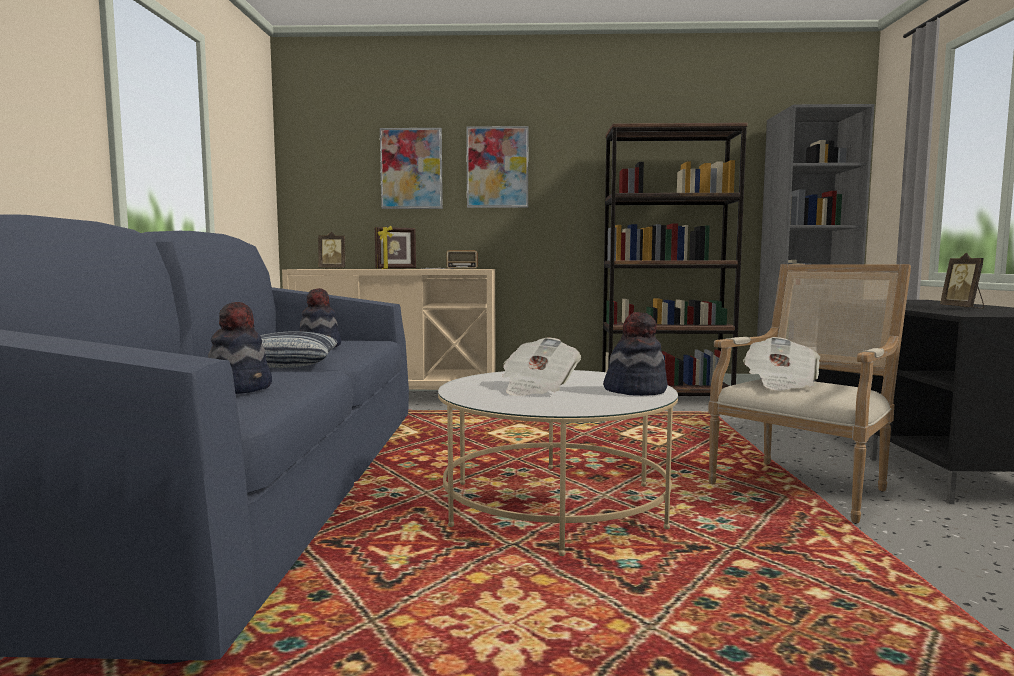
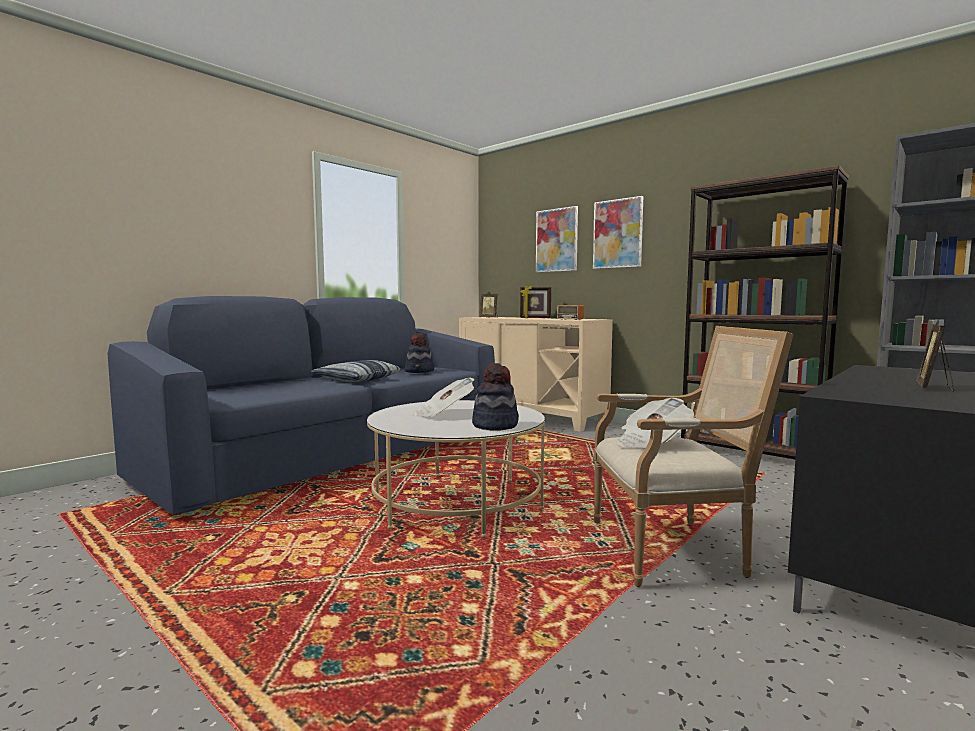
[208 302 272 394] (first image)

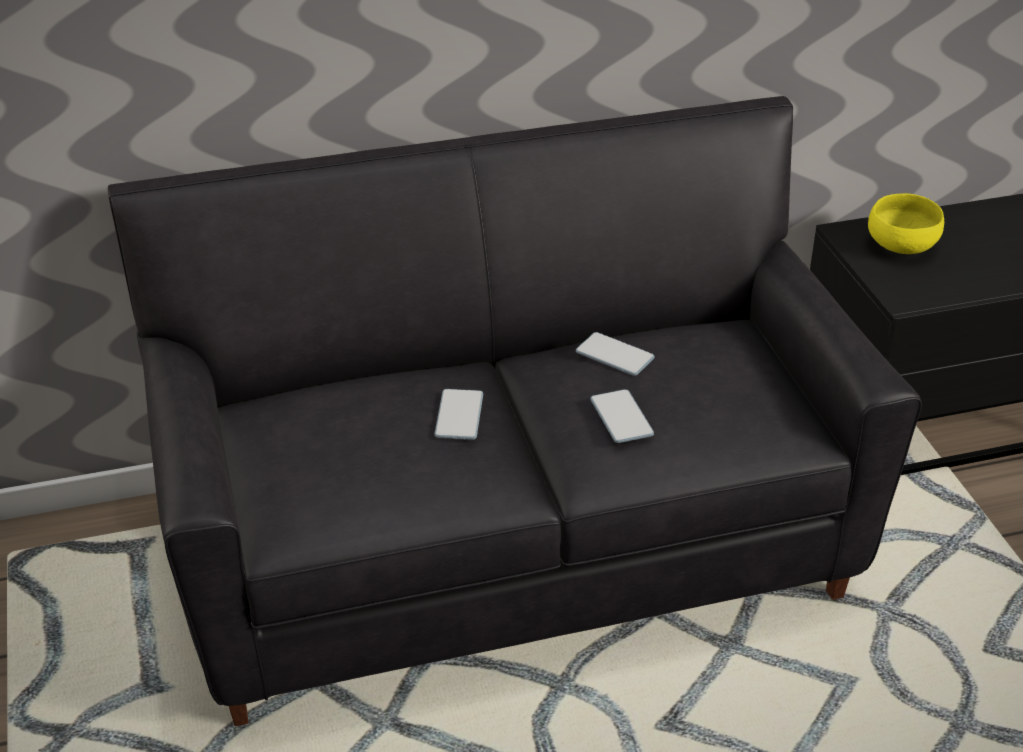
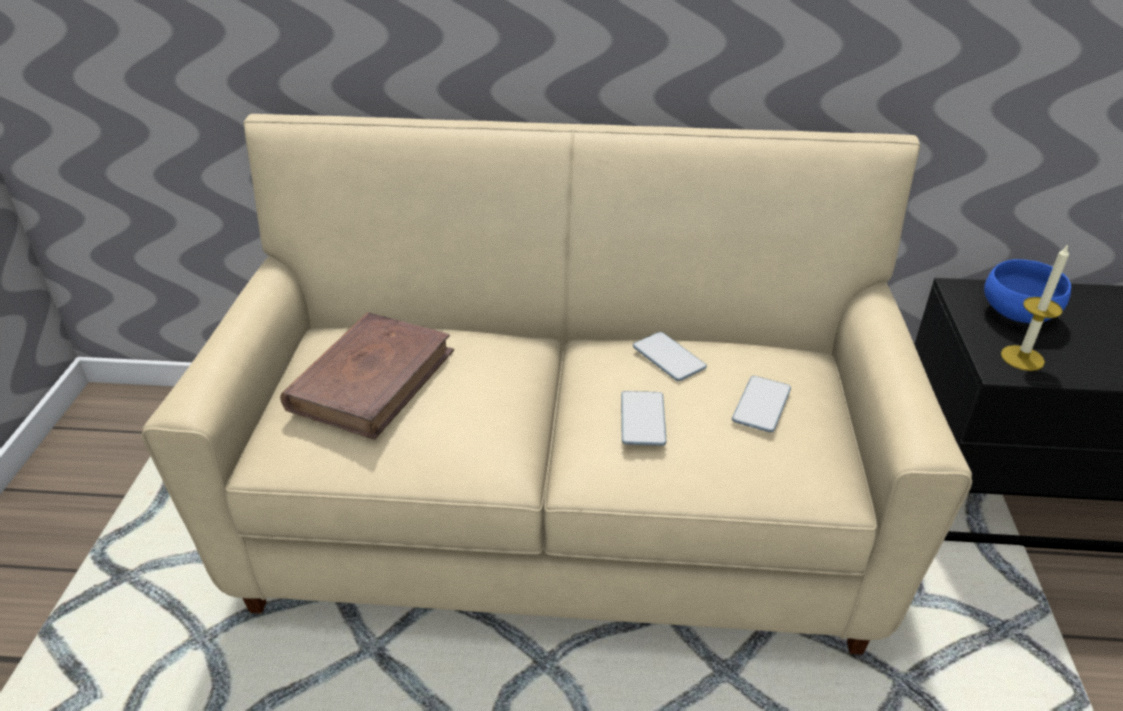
[280 312 454 440]
[1001 244 1069 371]
[732 376 791 432]
[141 114 972 655]
[984 259 1071 323]

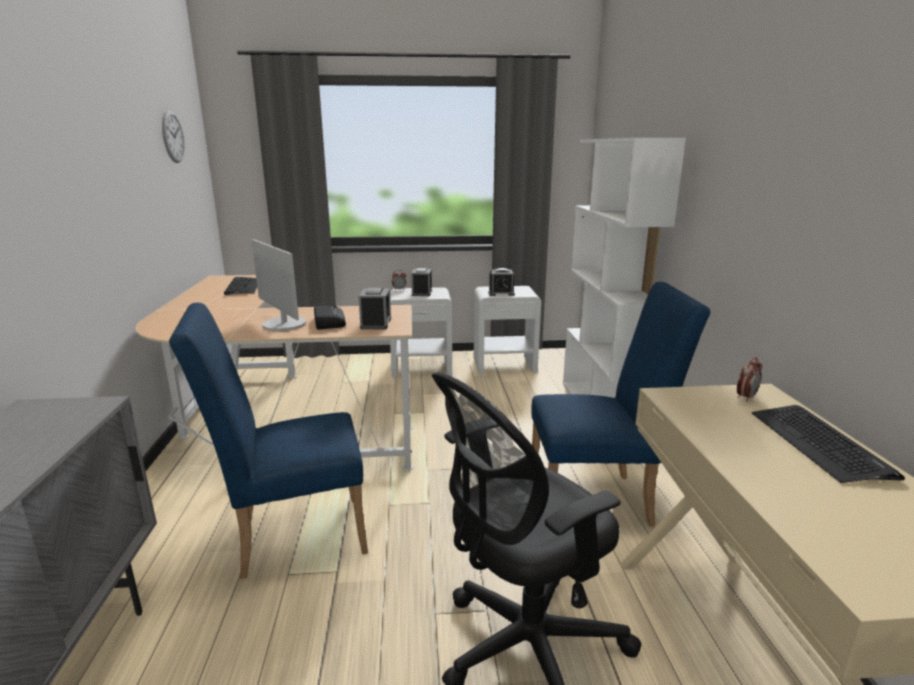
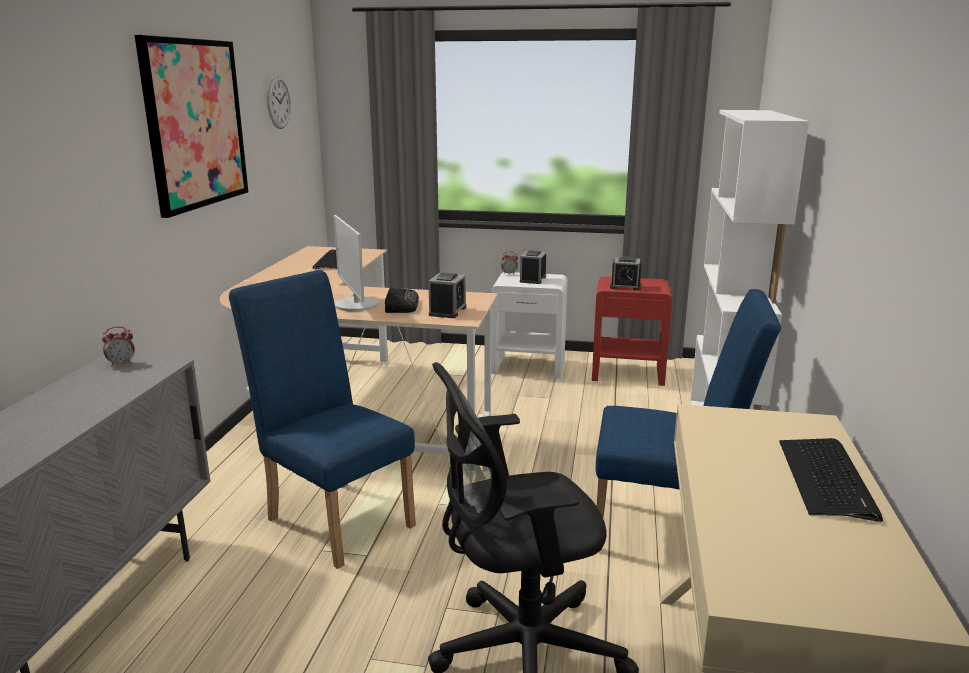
[135 35 249 218]
[102 326 135 367]
[592 277 672 386]
[229 270 416 569]

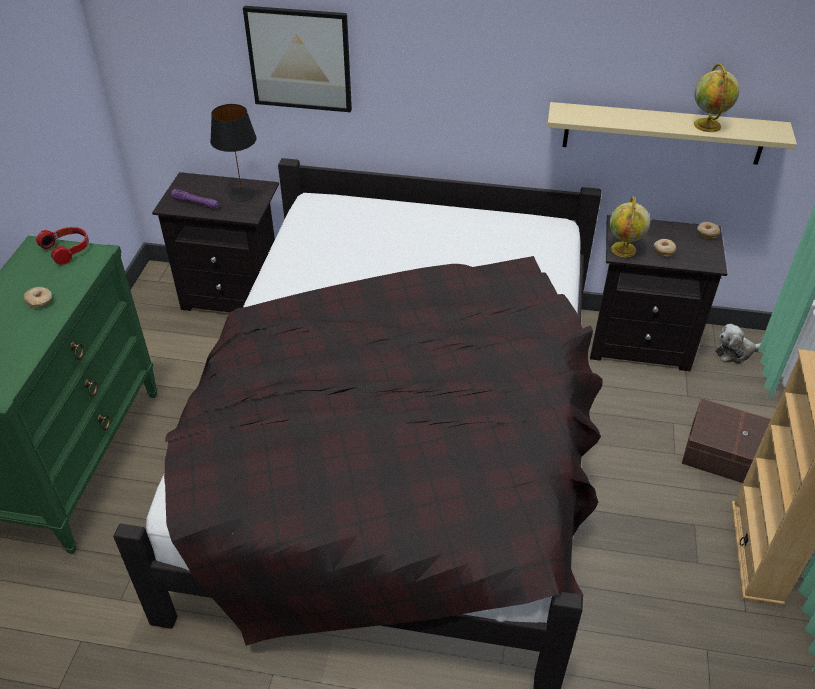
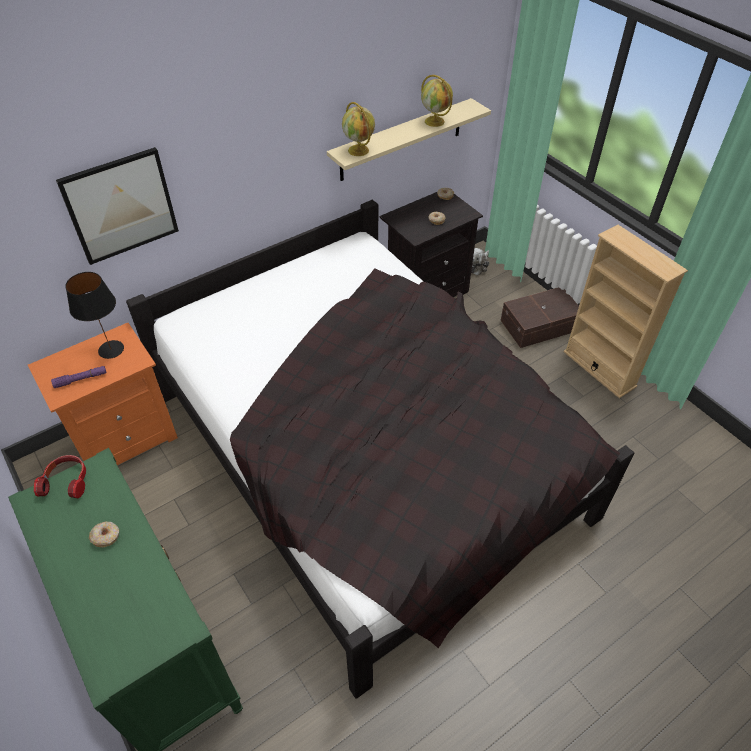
[342 102 375 156]
[28 323 178 465]

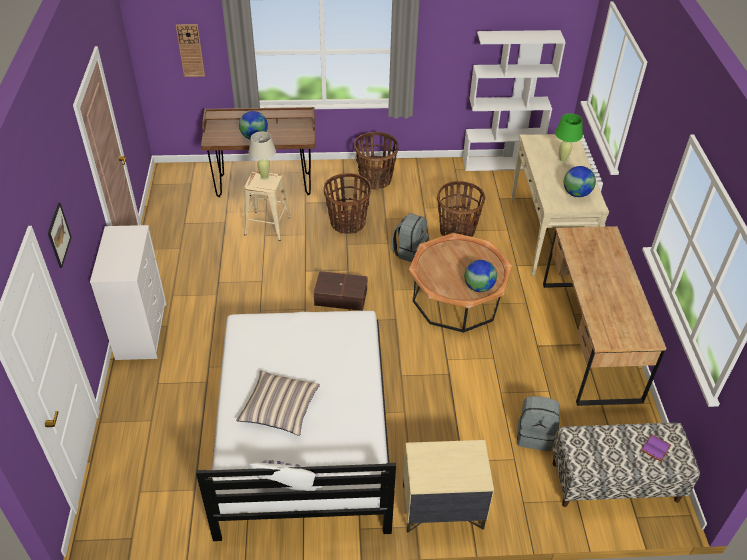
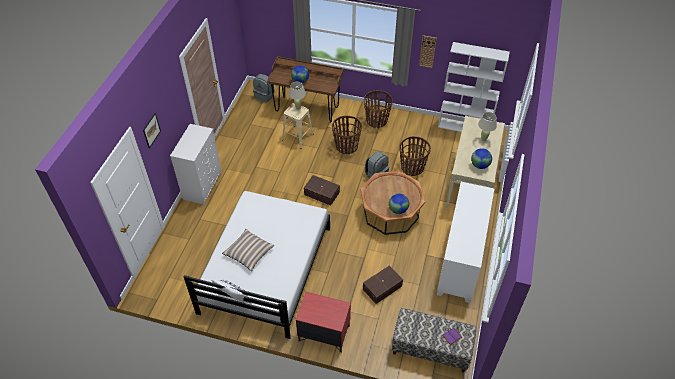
[363 265 403 304]
[419 35 437 68]
[253 74 275 103]
[437 182 494 303]
[296 292 351 353]
[478 112 497 142]

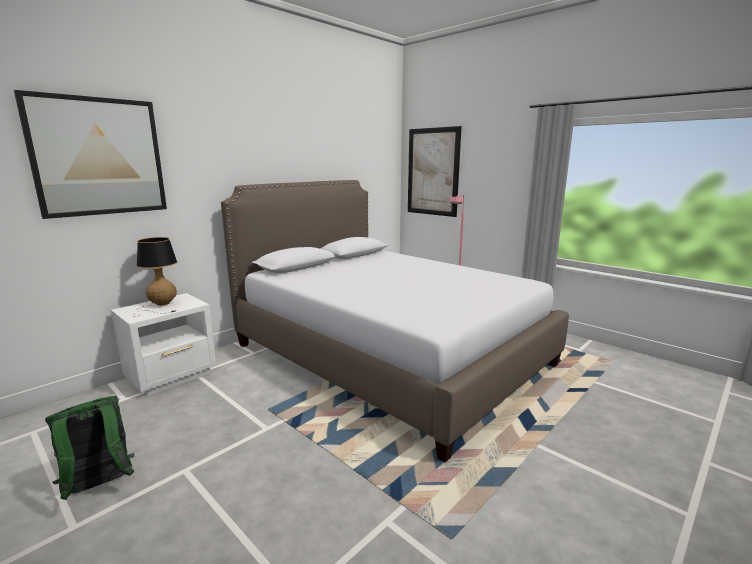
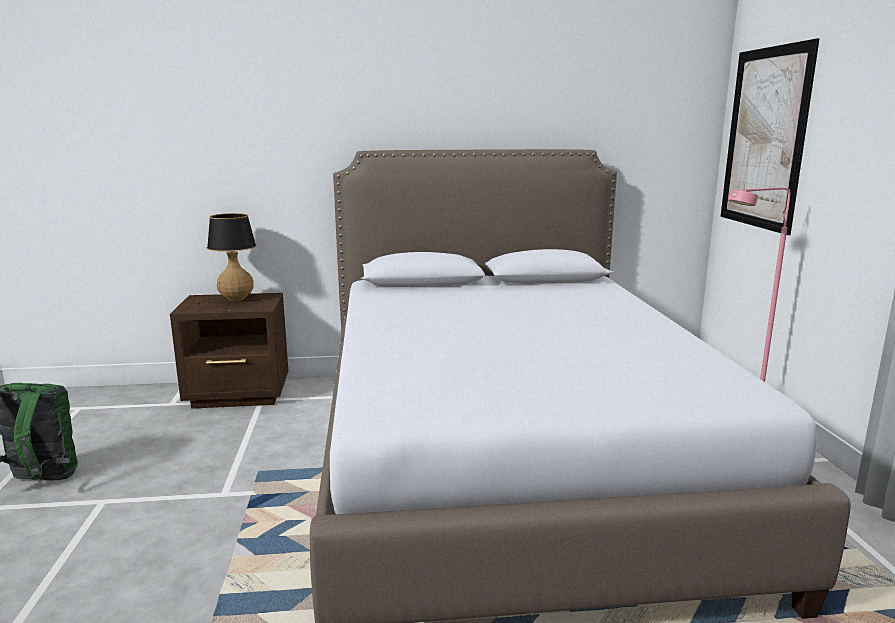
[14 90 167 219] (first image)
[170 293 288 409]

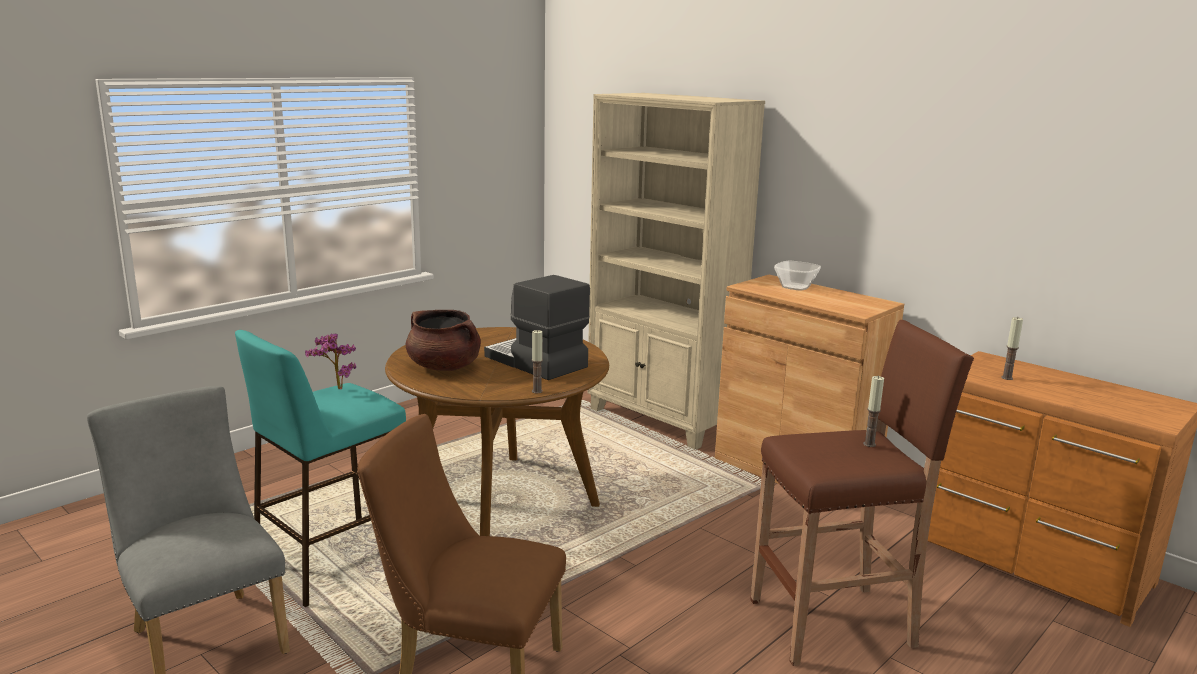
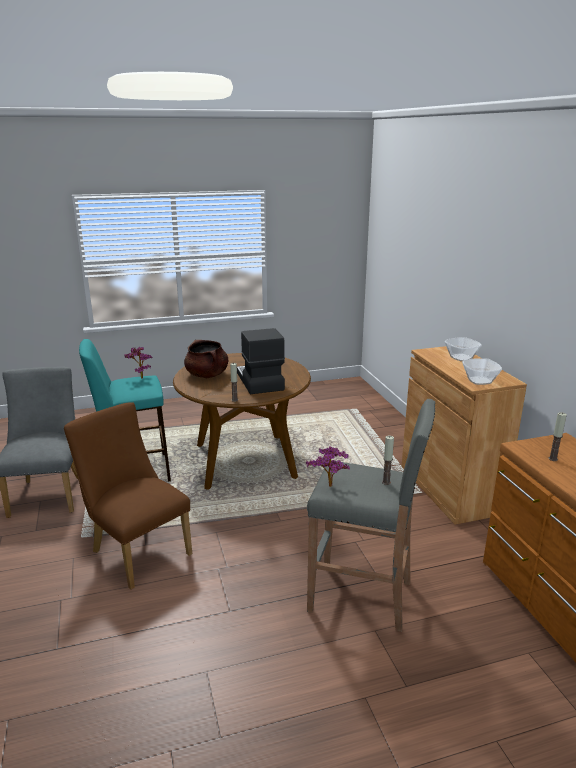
[587 93 765 450] (first image)
[306 446 350 487]
[462 358 502 385]
[307 399 436 632]

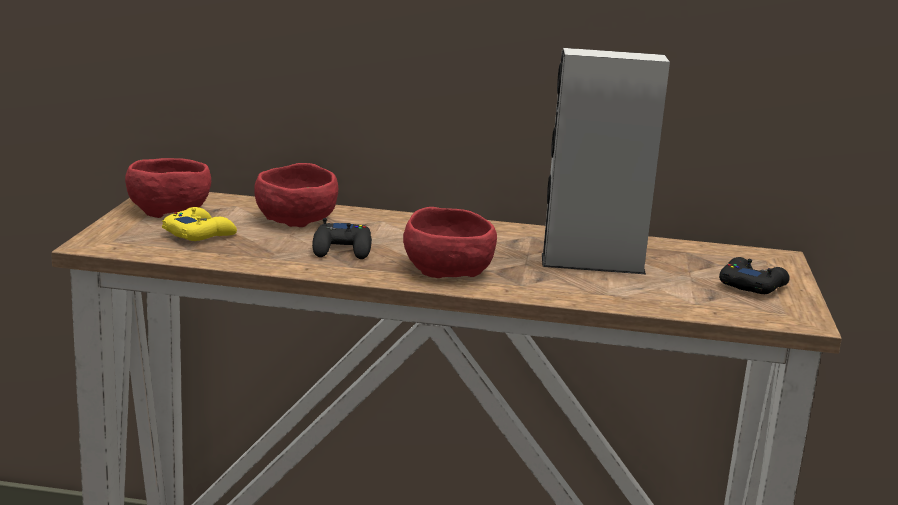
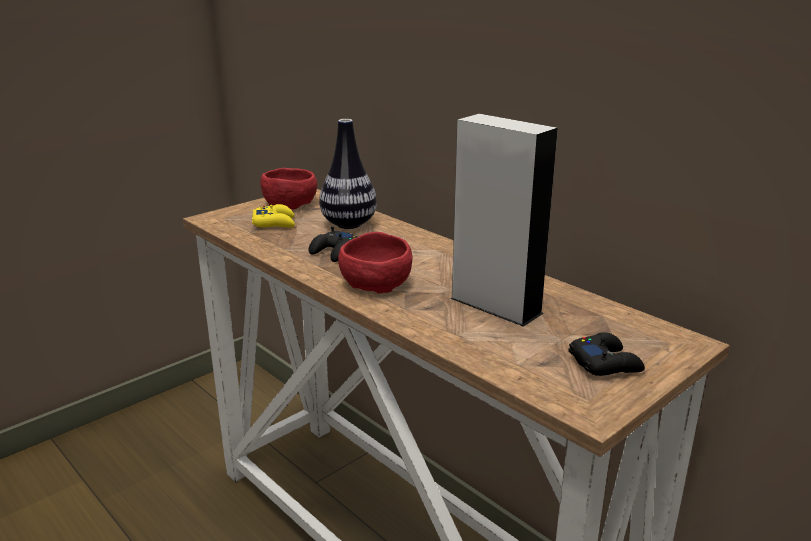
[319 119 377 229]

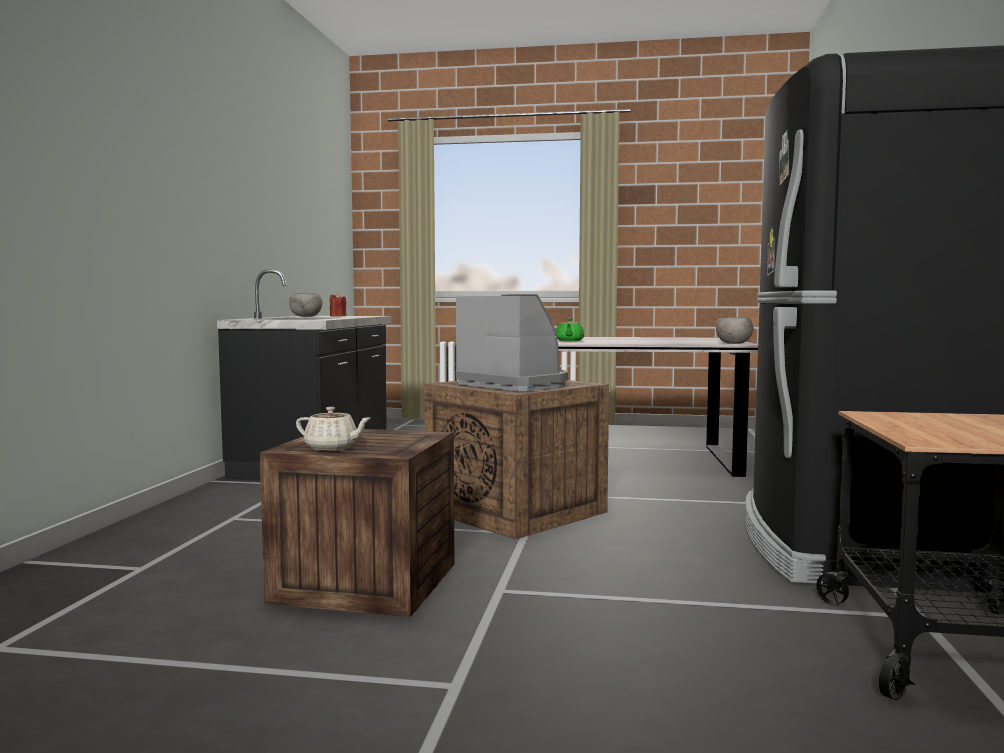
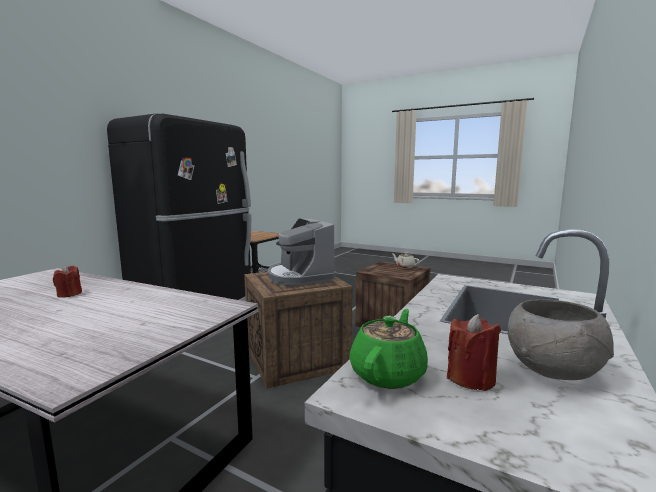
[716 317 753 344] (first image)
[53 265 82 298]
[349 309 428 389]

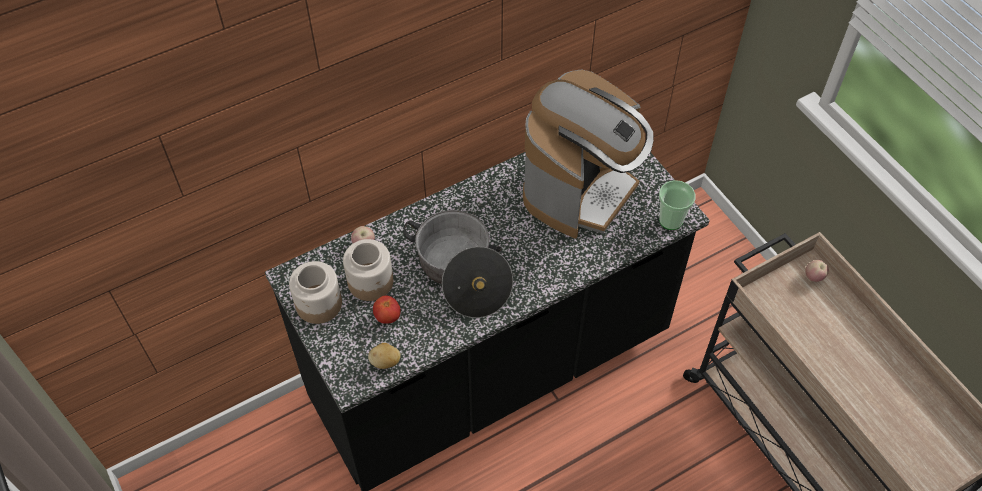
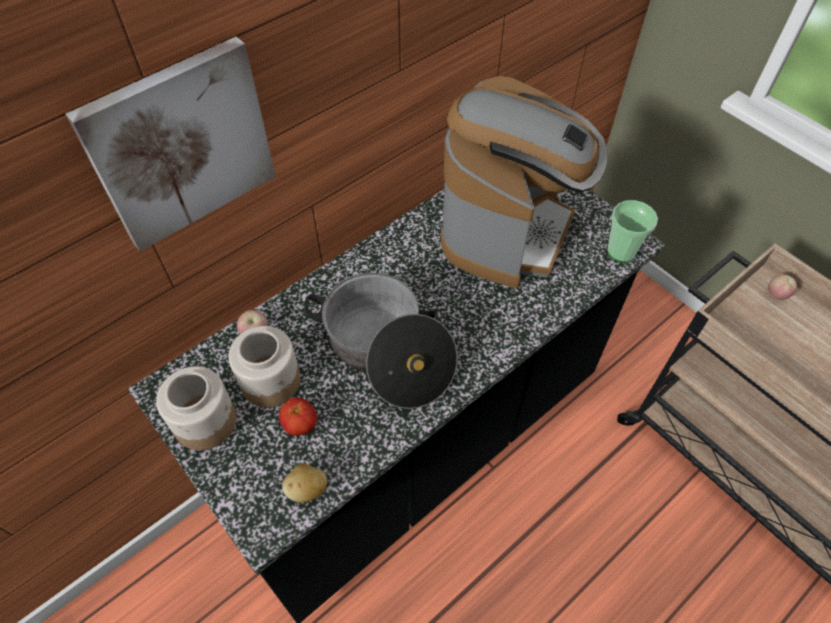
[66 36 276 251]

